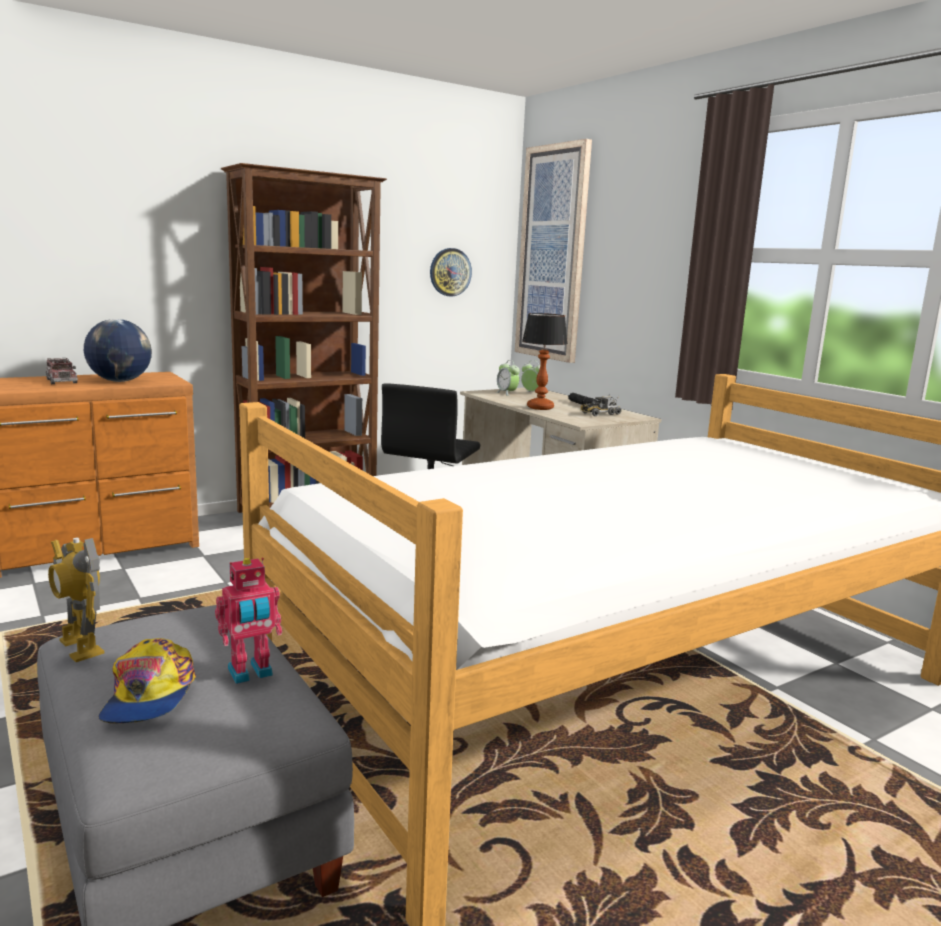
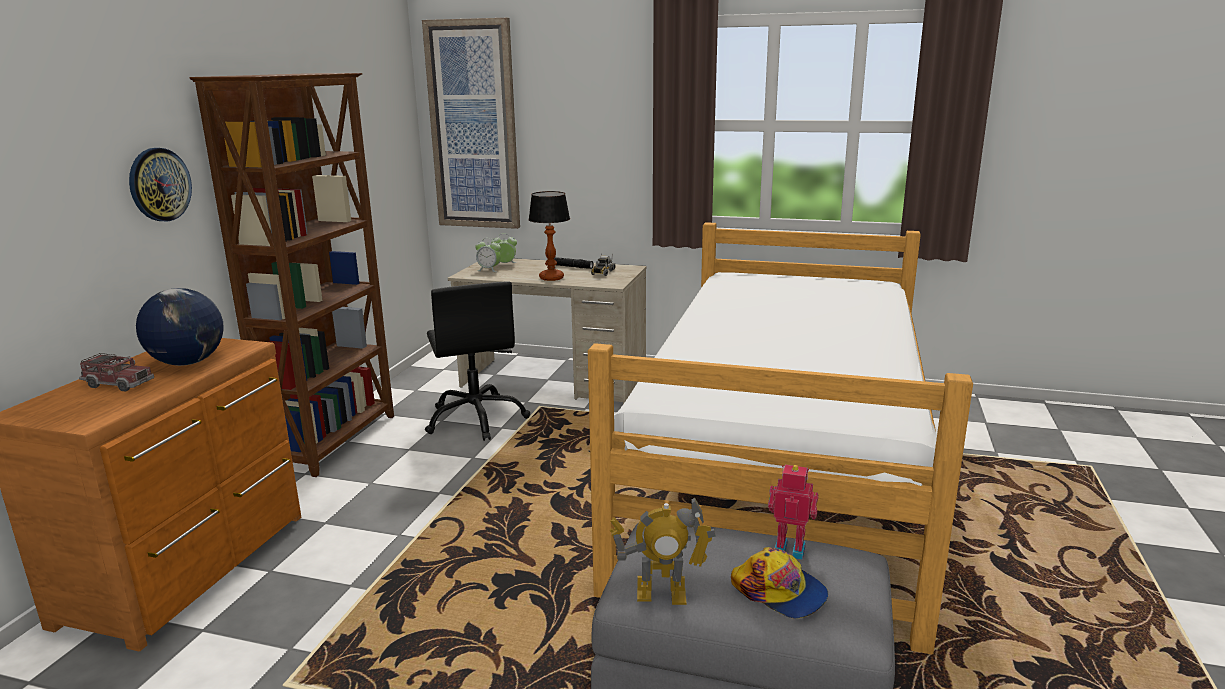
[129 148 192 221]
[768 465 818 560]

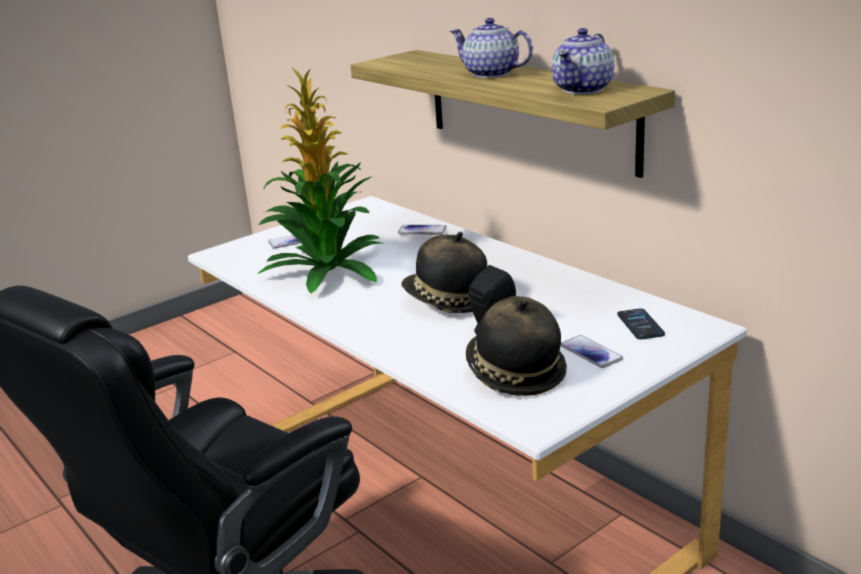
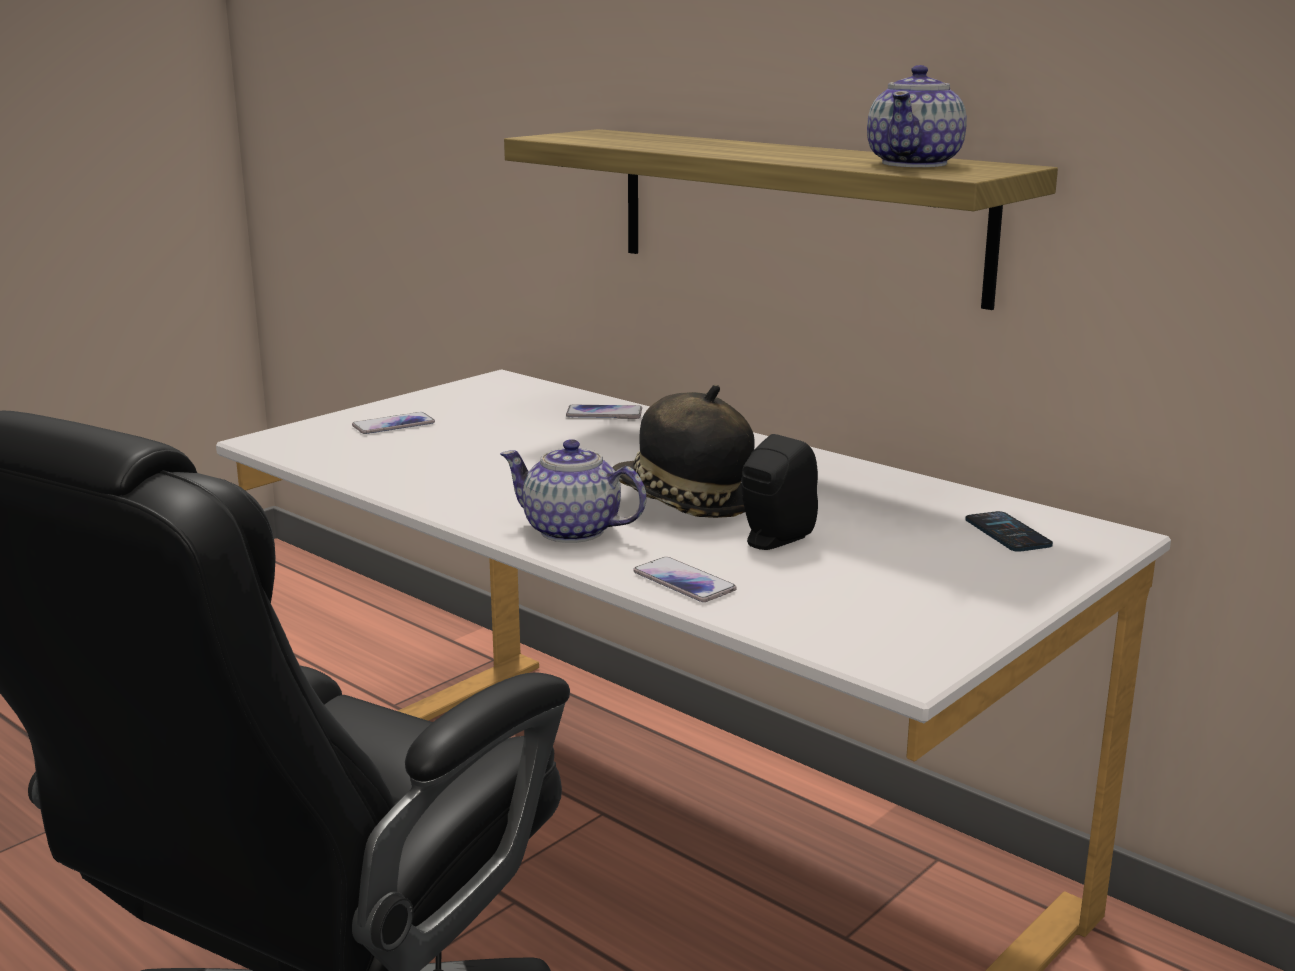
[257 68 381 293] (first image)
[466 296 567 396] (first image)
[500 439 646 543]
[633 557 737 602]

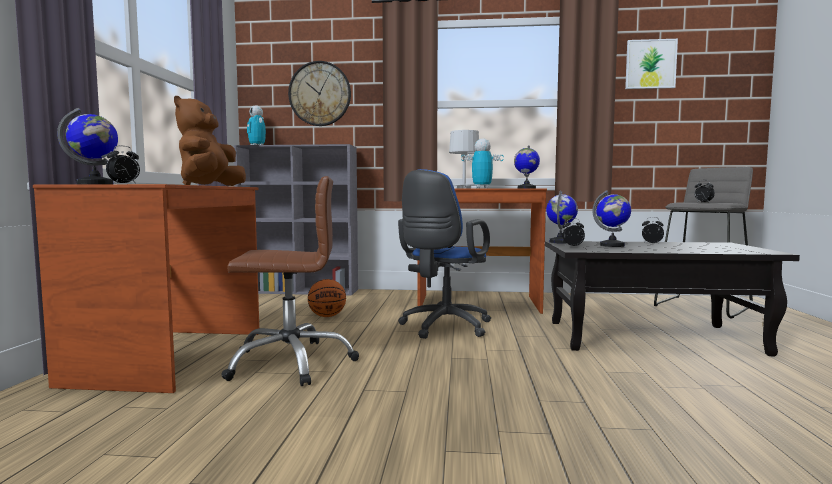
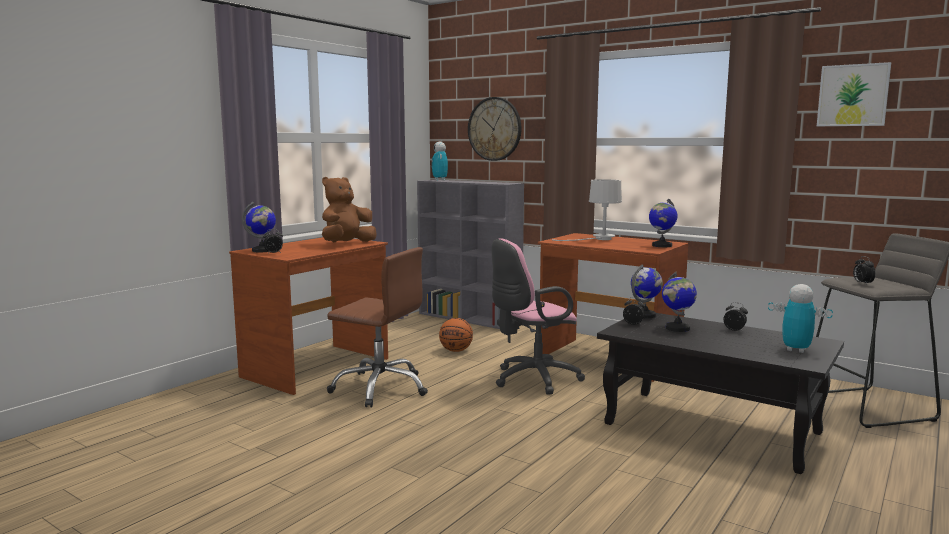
[768 284 833 353]
[492 238 585 395]

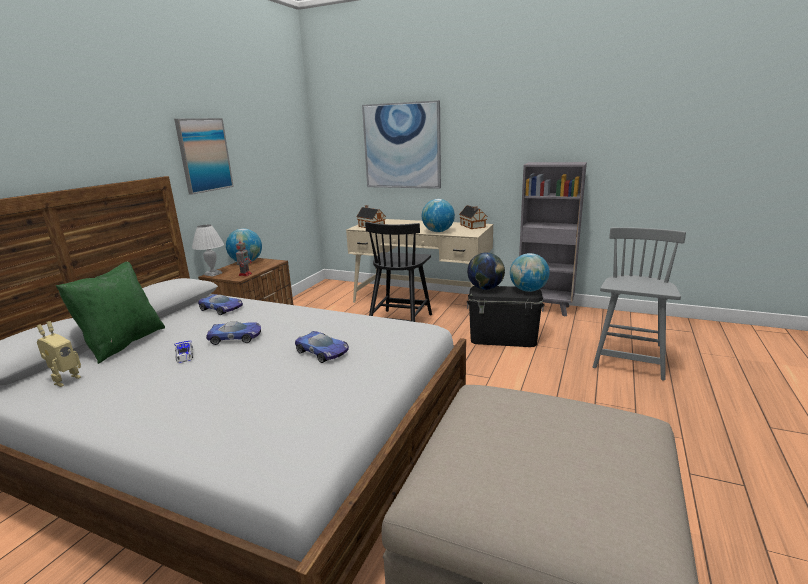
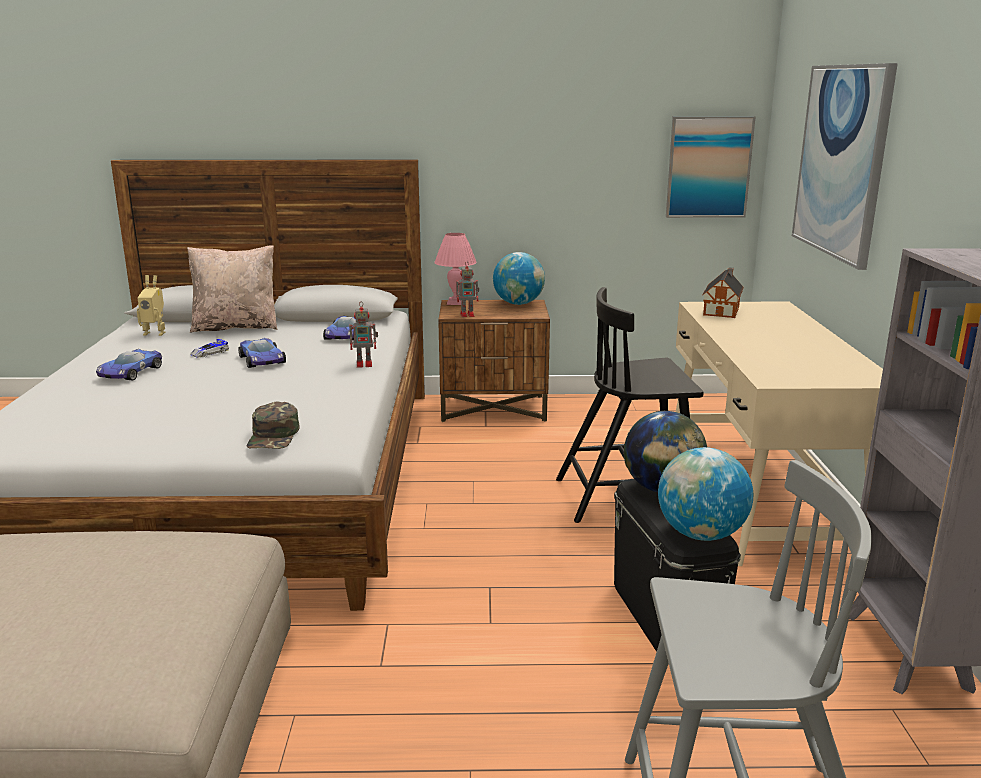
[422 199 455 232] (first image)
[459 205 487 229] (first image)
[247 401 300 449]
[349 302 378 368]
[666 116 756 218]
[96 349 162 380]
[187 245 278 333]
[434 233 477 305]

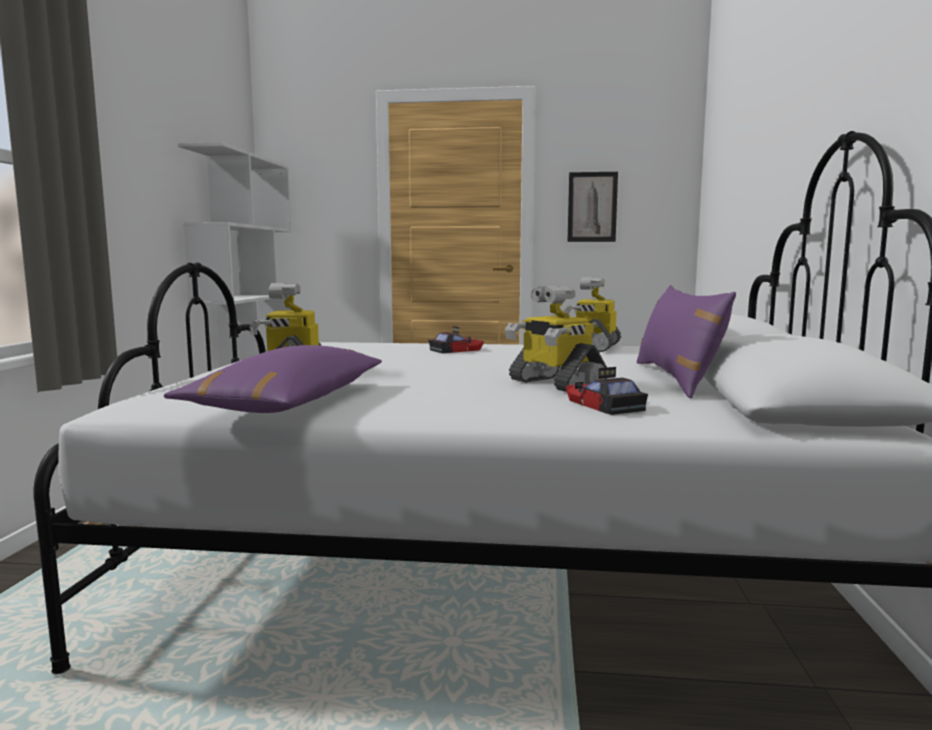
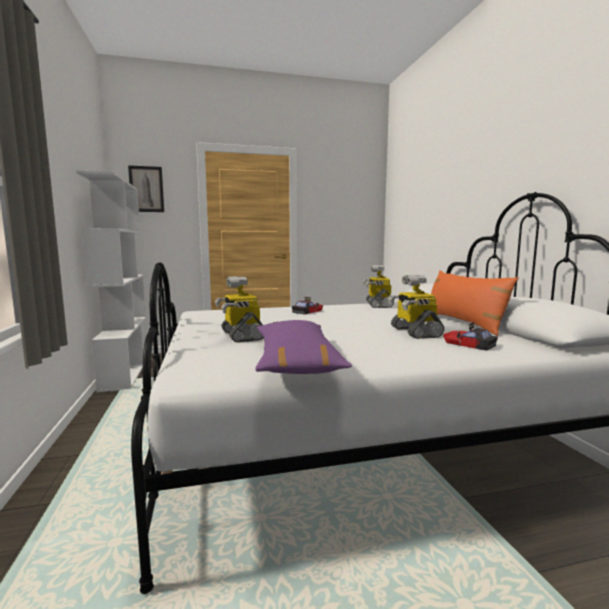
[128 165 164 212]
[431 271 519 336]
[388 275 444 339]

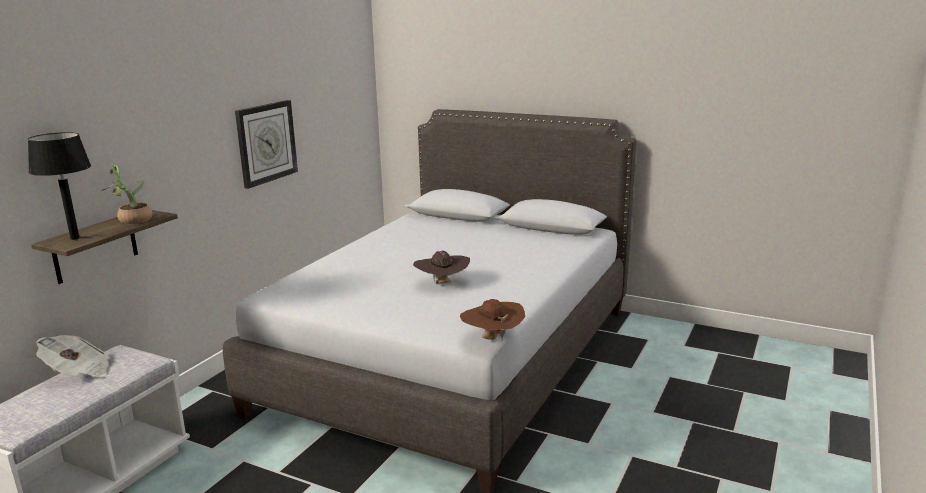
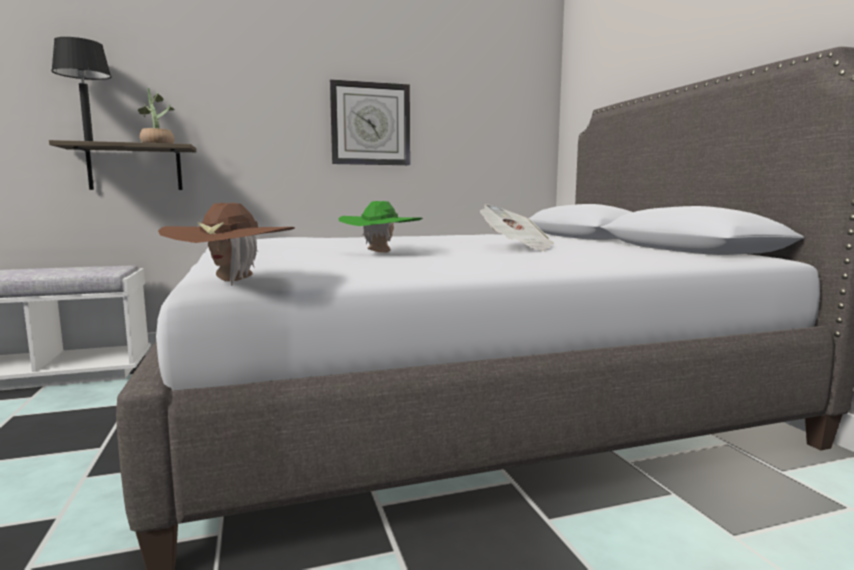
[480 204 554 251]
[339 201 423 253]

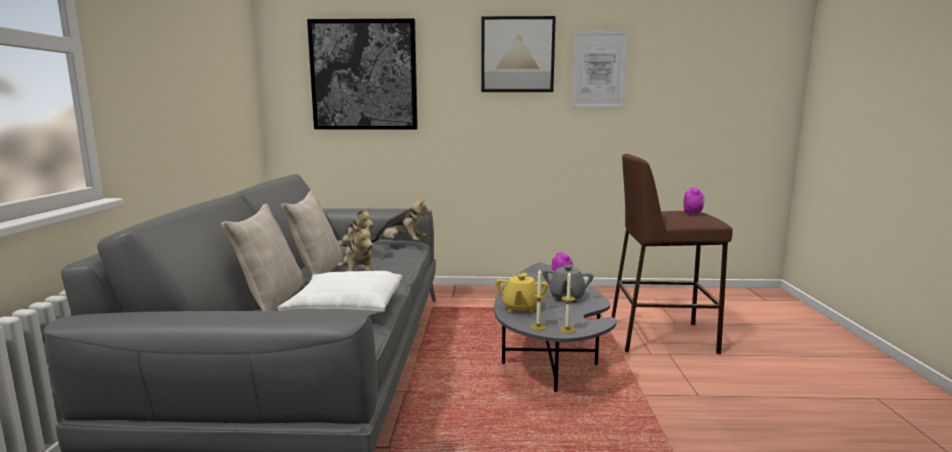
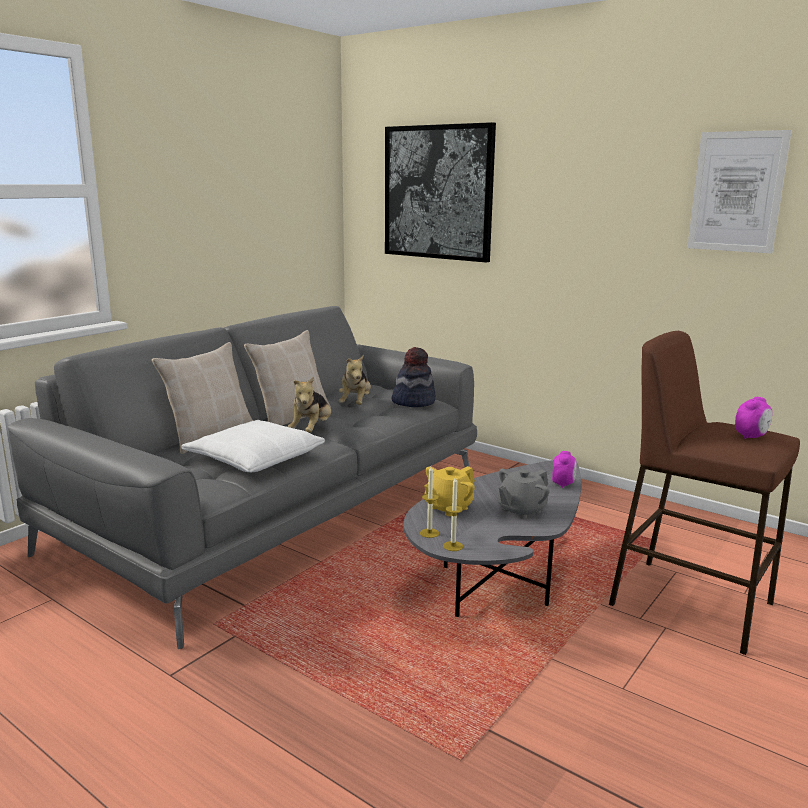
[481 16 556 92] (first image)
[391 347 436 407]

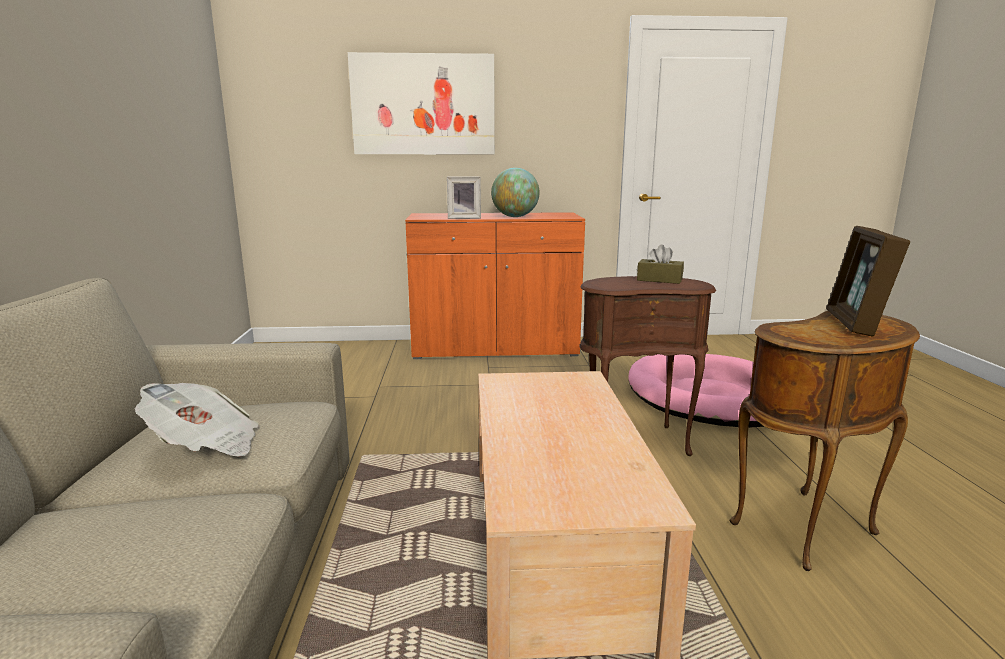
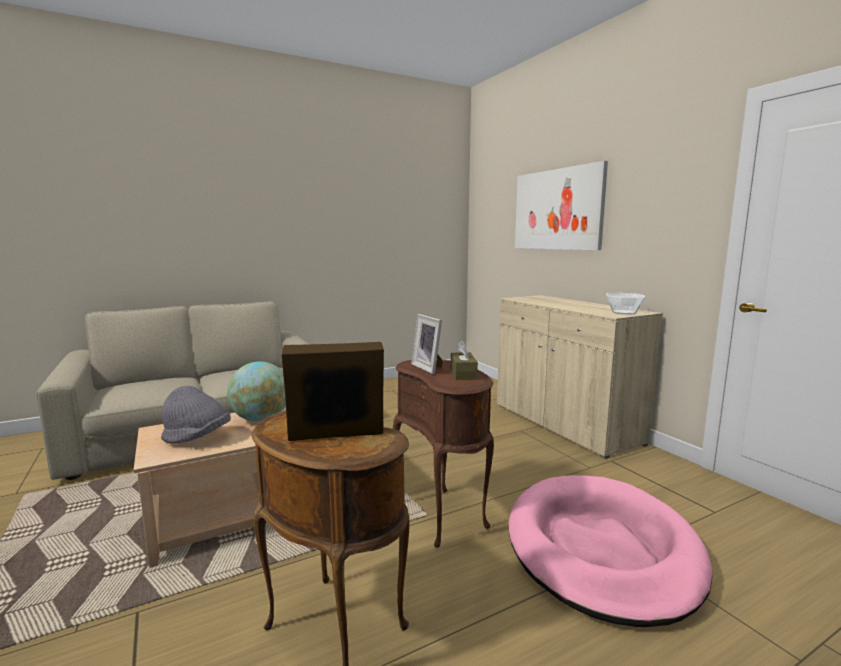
[135 383 259 456] (first image)
[161 386 231 444]
[606 293 646 314]
[411 314 443 374]
[227 361 286 422]
[497 295 663 459]

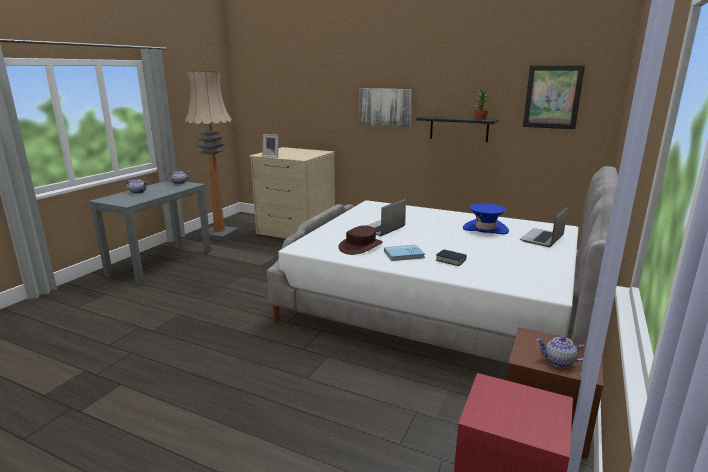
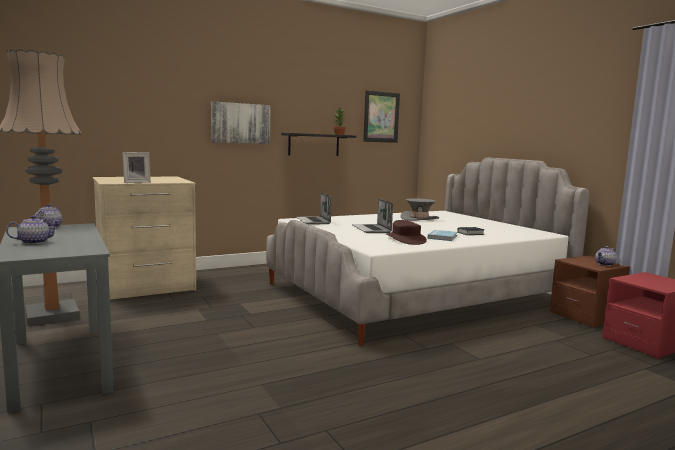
[296 192 332 224]
[400 198 439 221]

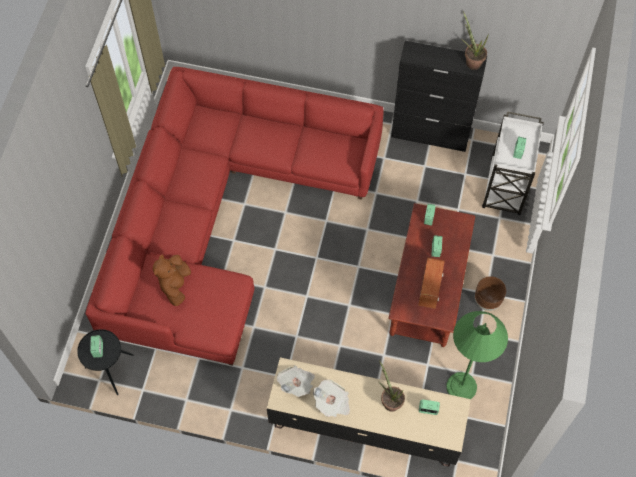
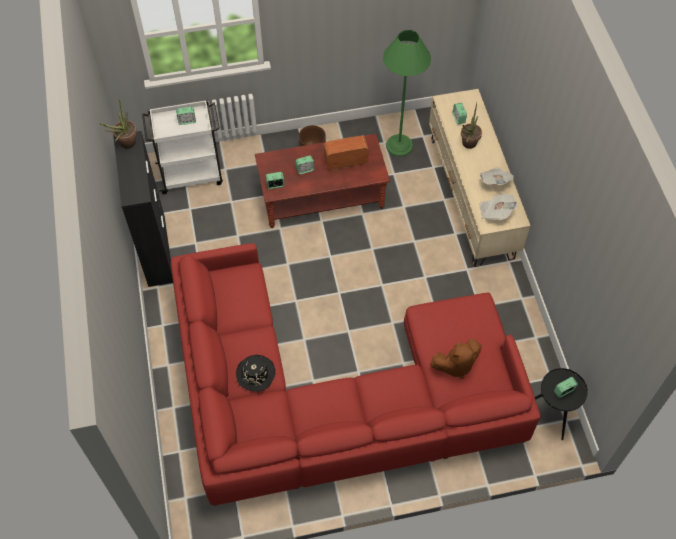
[236 355 276 392]

